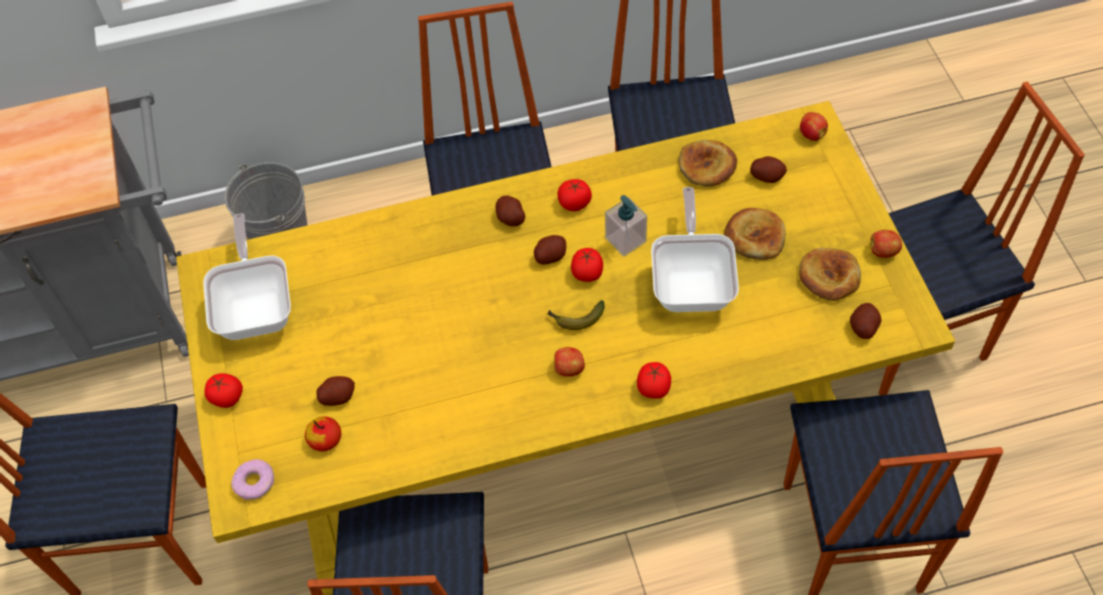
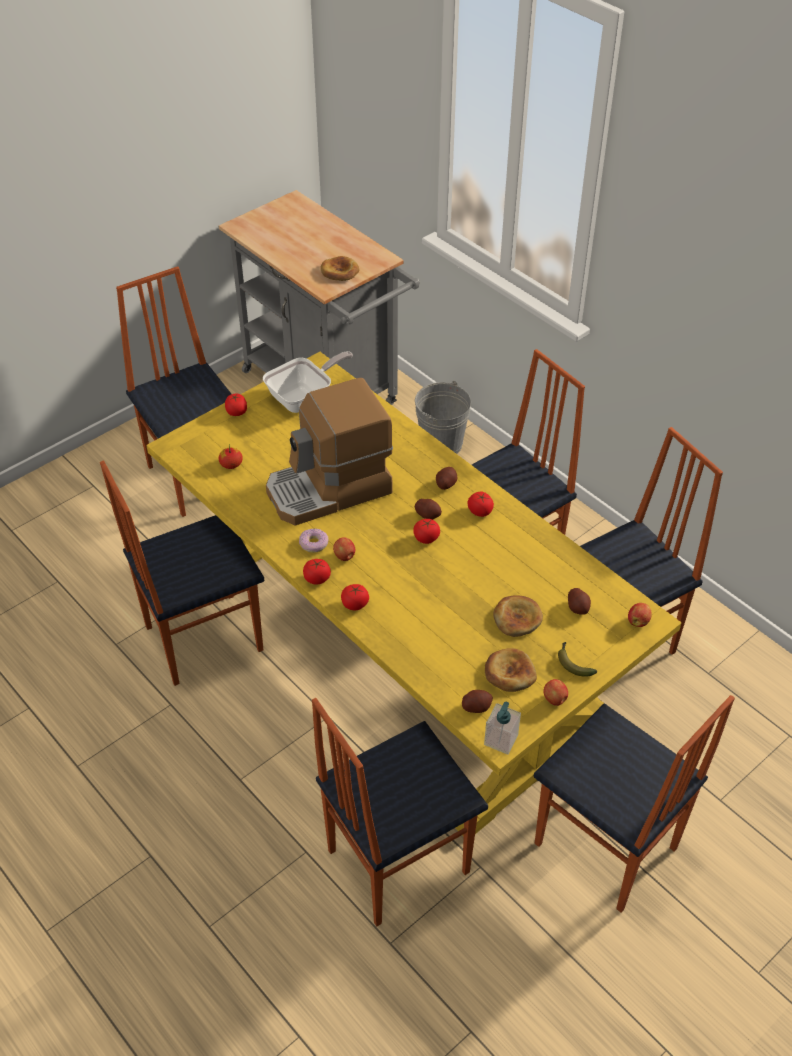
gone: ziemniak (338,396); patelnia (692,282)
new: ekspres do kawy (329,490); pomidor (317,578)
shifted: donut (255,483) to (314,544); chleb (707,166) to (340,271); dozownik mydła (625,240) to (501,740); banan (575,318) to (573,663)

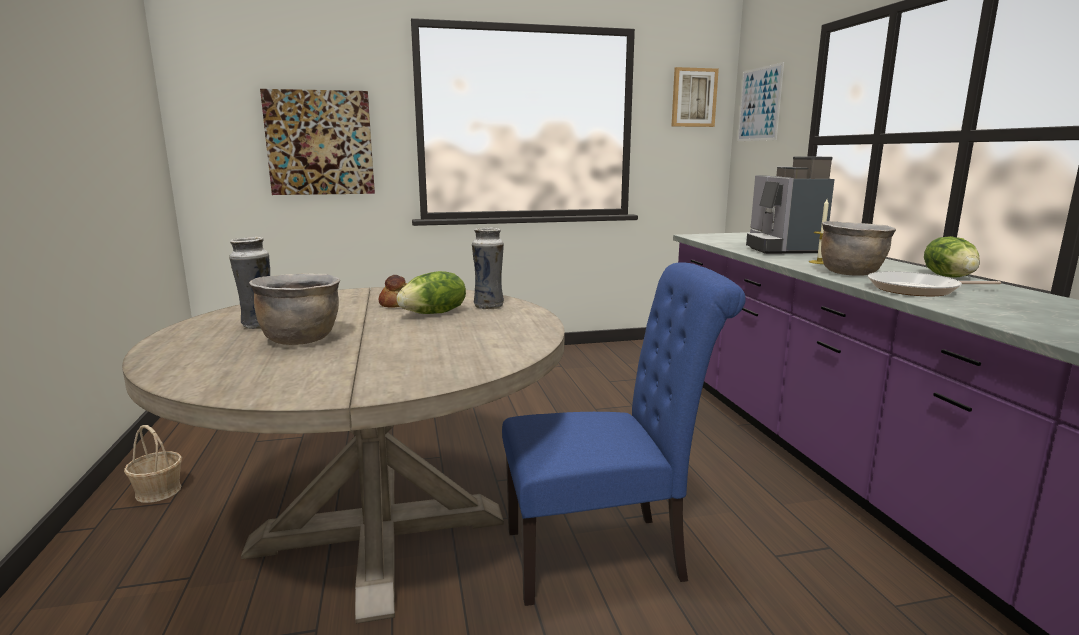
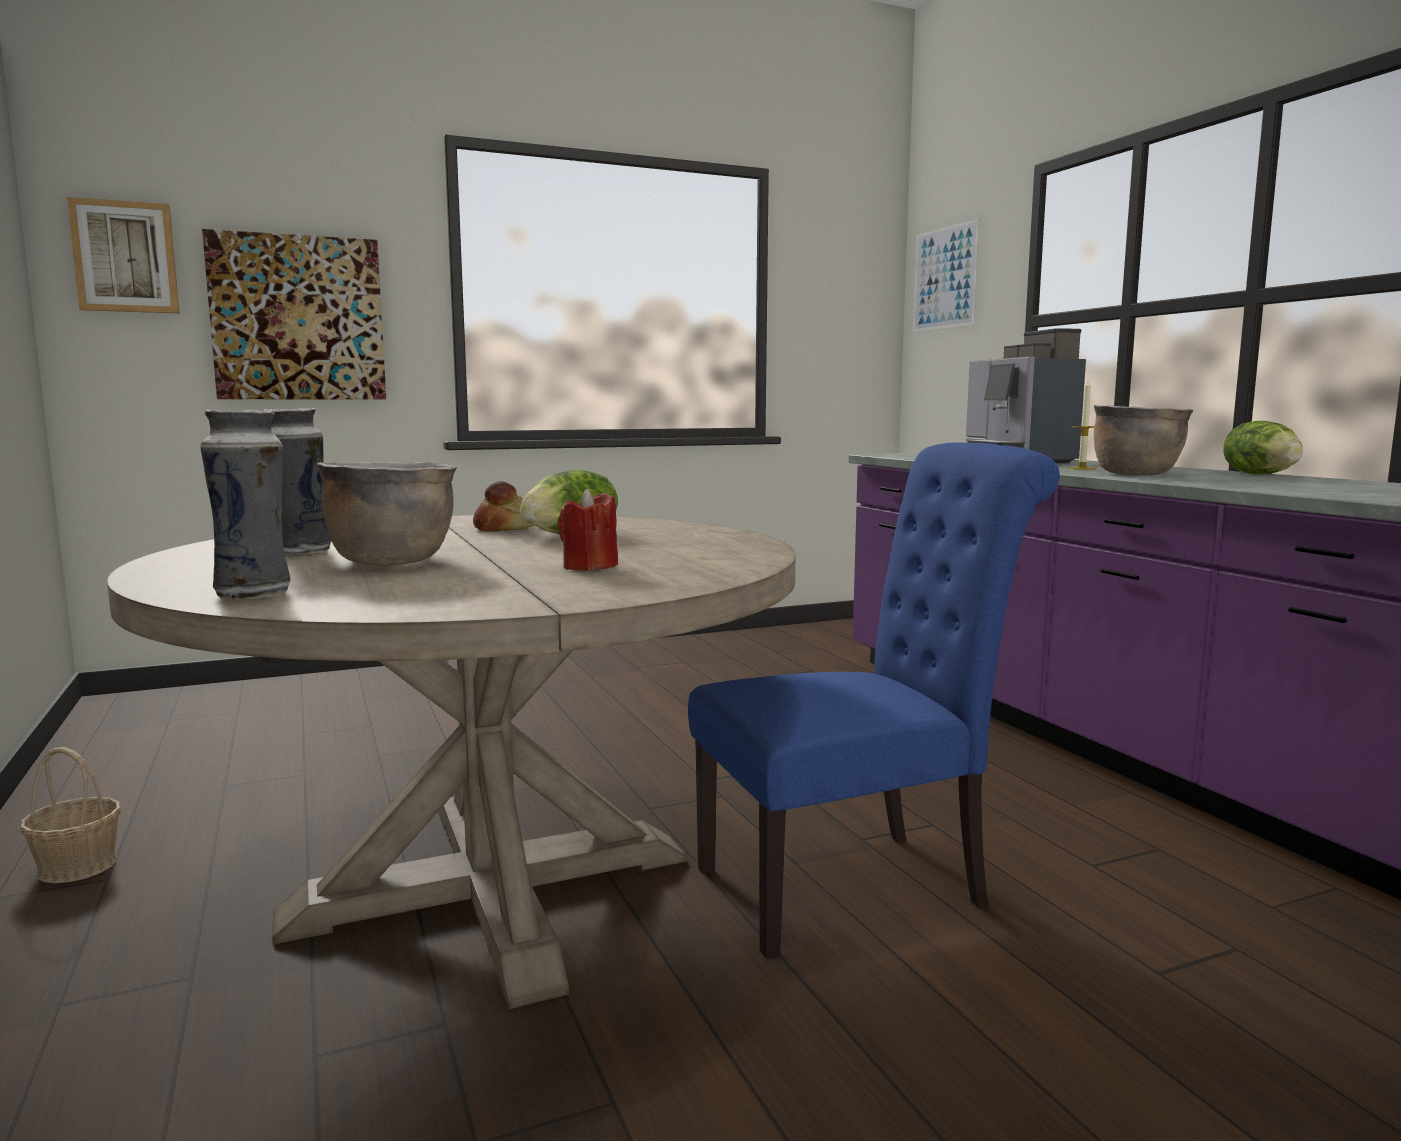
gone: patelnia (918,290)
new: świeca (czerwony) (589,567)
shifted: obraz (693,97) to (125,257); wazon (489,306) to (254,594)

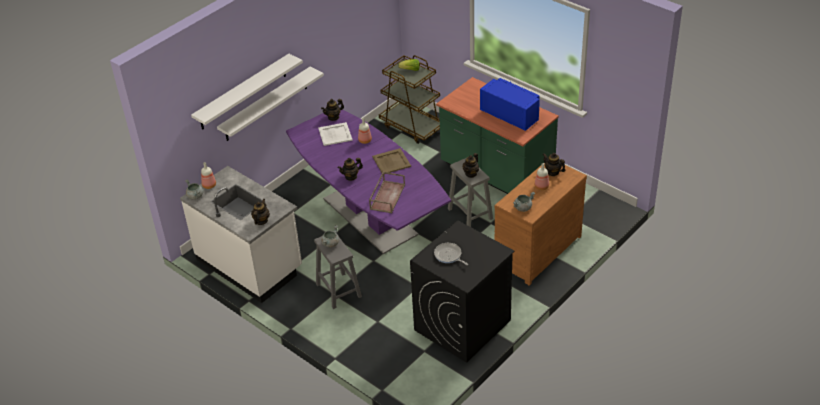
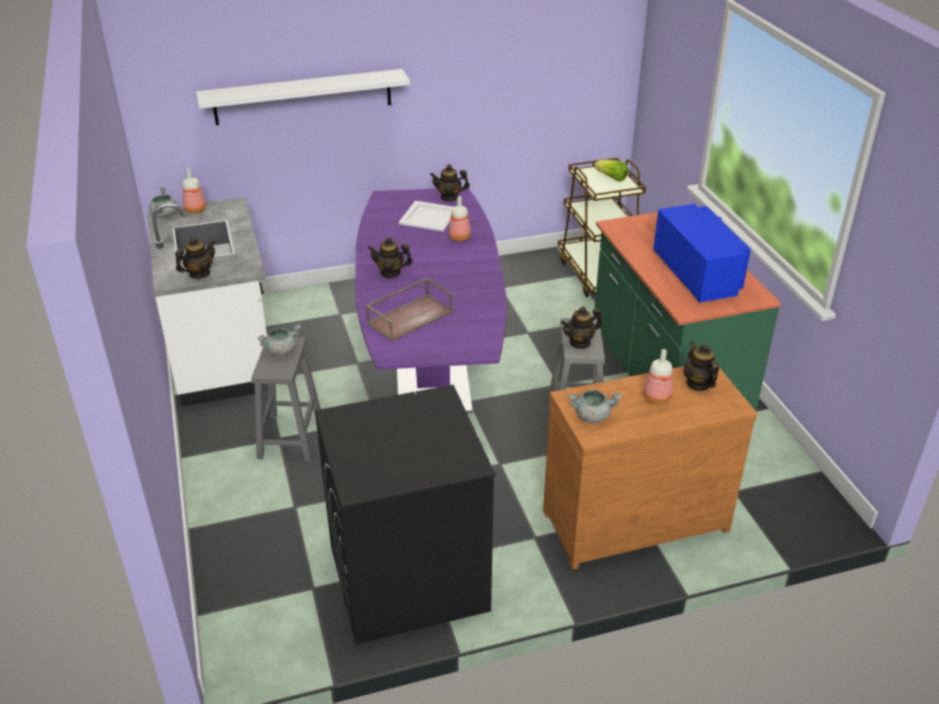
gone: półka (biały) (266,104); taca (beżowy) (391,162); patelnia (449,255)

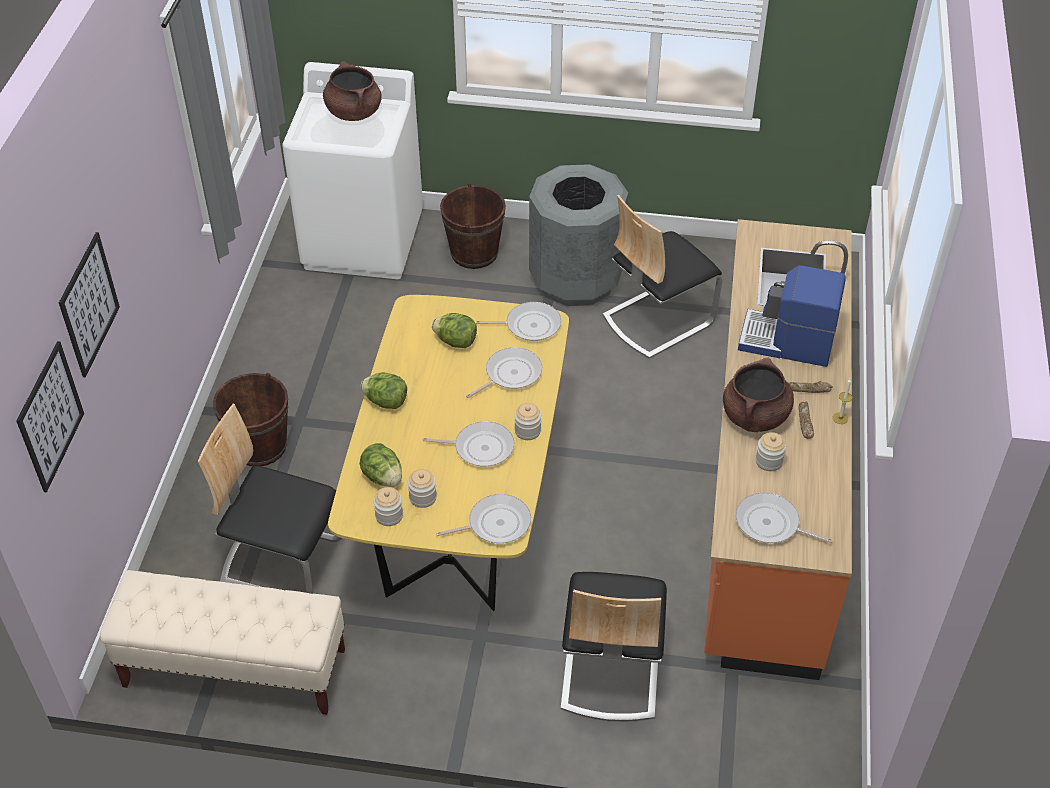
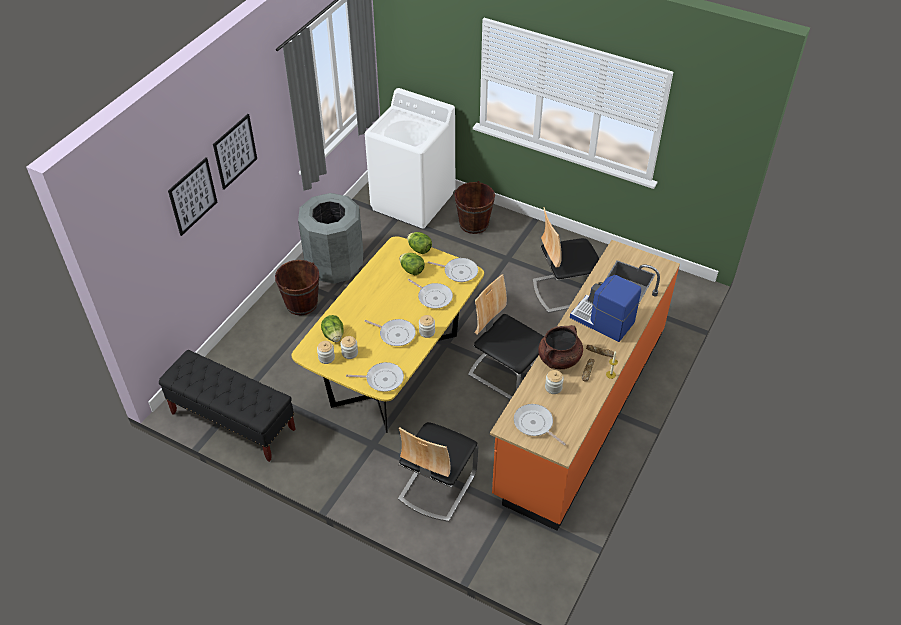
gone: garnek (brązowy) (353,112)
shifted: obraz (50,416) to (235,151); kosz na śmieci (szary) (576,279) to (335,265); sałata (386,402) to (419,249); krzesło (283,560) to (506,372)
repainted: ławka (beżowy) (234,668) to ławka (czarny) (233,421)
rotated: patelnia (510,374) = (433,297) 60 degrees clockwise

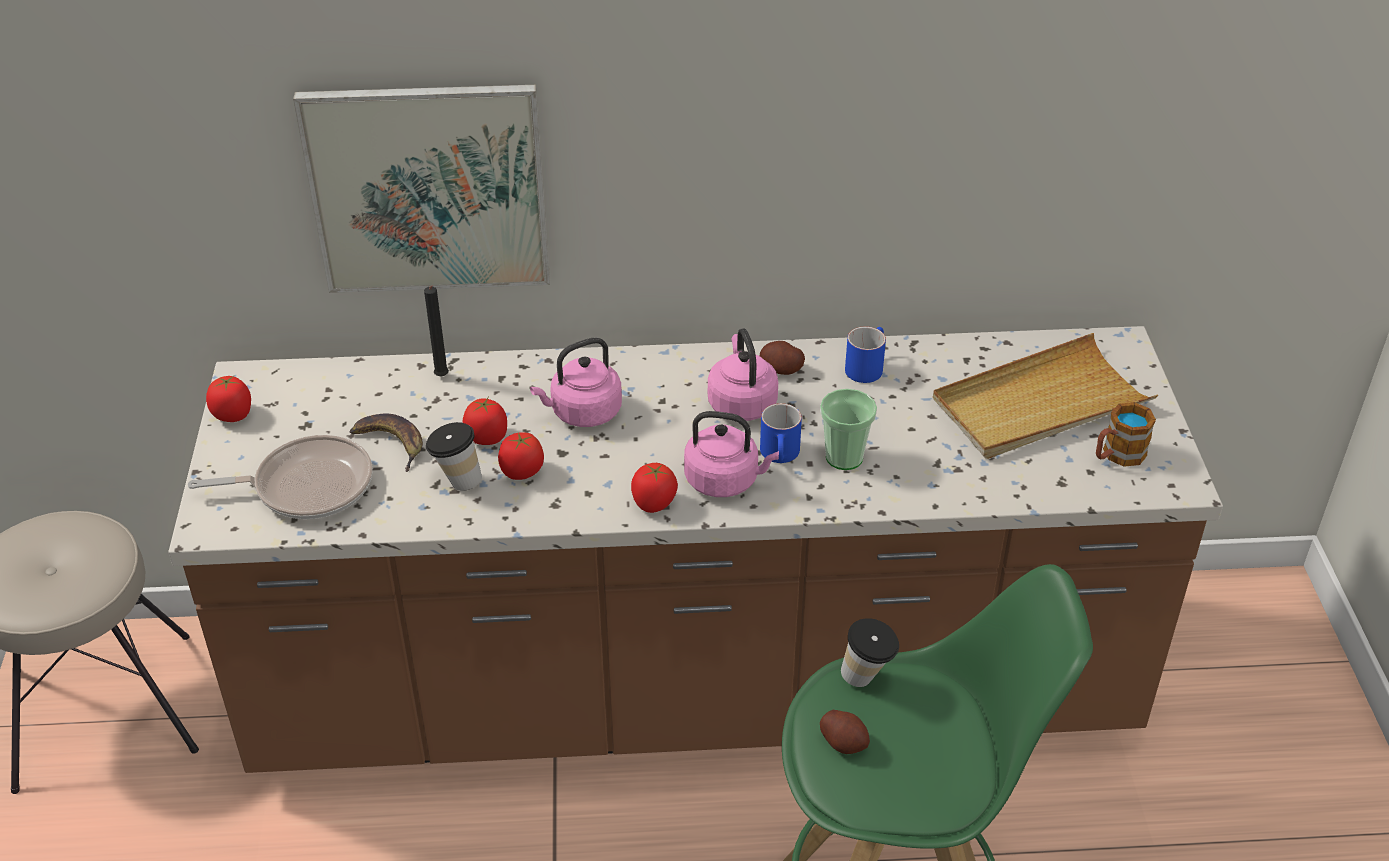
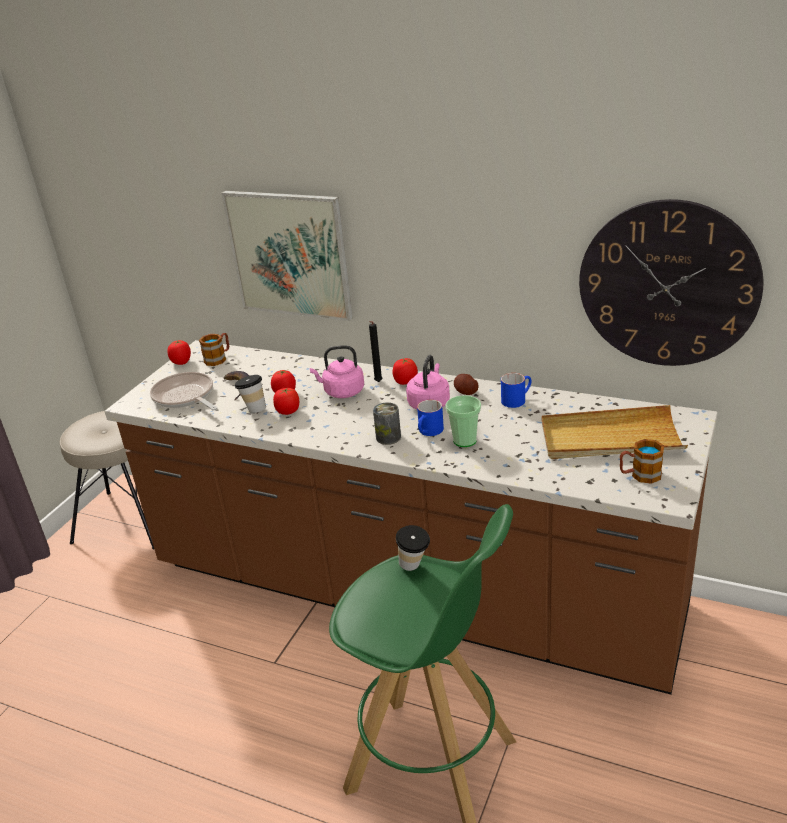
gone: ziemniak (844,742)
new: kubek (218,358); zegar ścienny (668,285)
shifted: świeca (czarny) (441,378) to (378,382); pomidor (654,504) to (405,382)
swapped: czajnik (różowy) (725,480) to puszka (388,437)
rotated: patelnia (307,486) = (185,397) 150 degrees counterclockwise

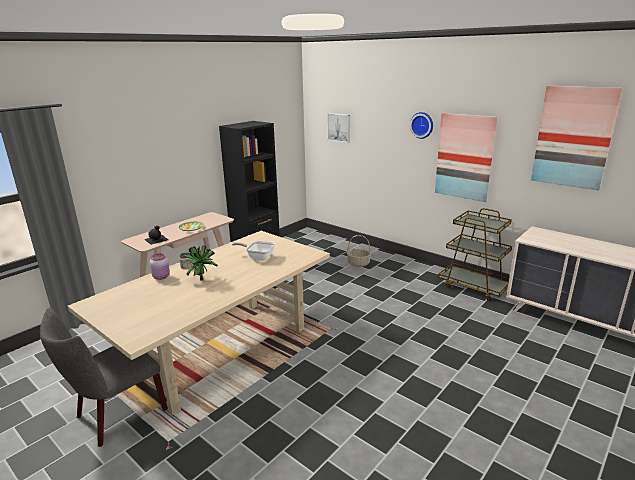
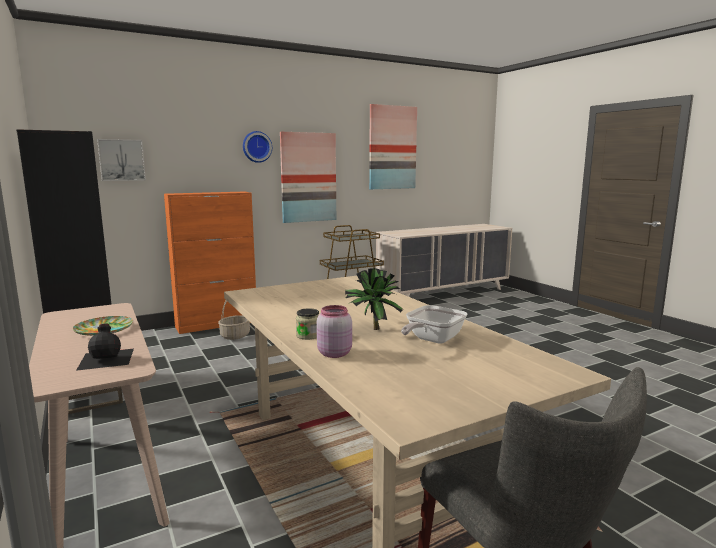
new: szafka (pomarańczowy) (217,324)
shifted: patelnia (258,257) to (432,340)

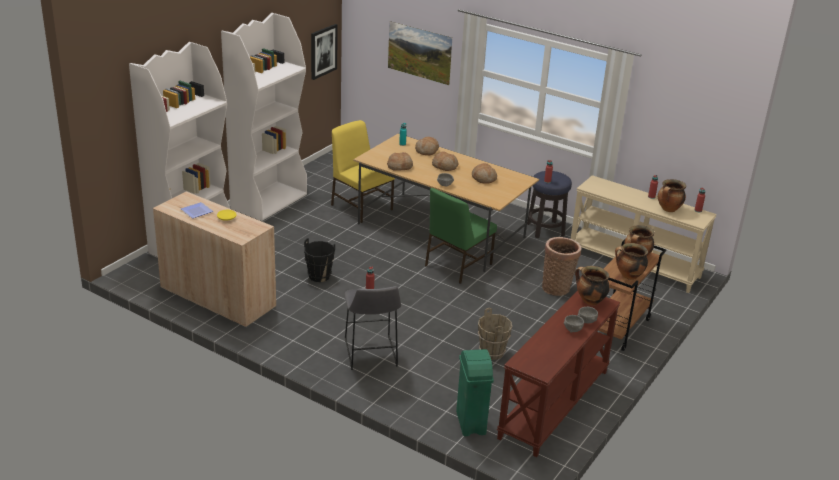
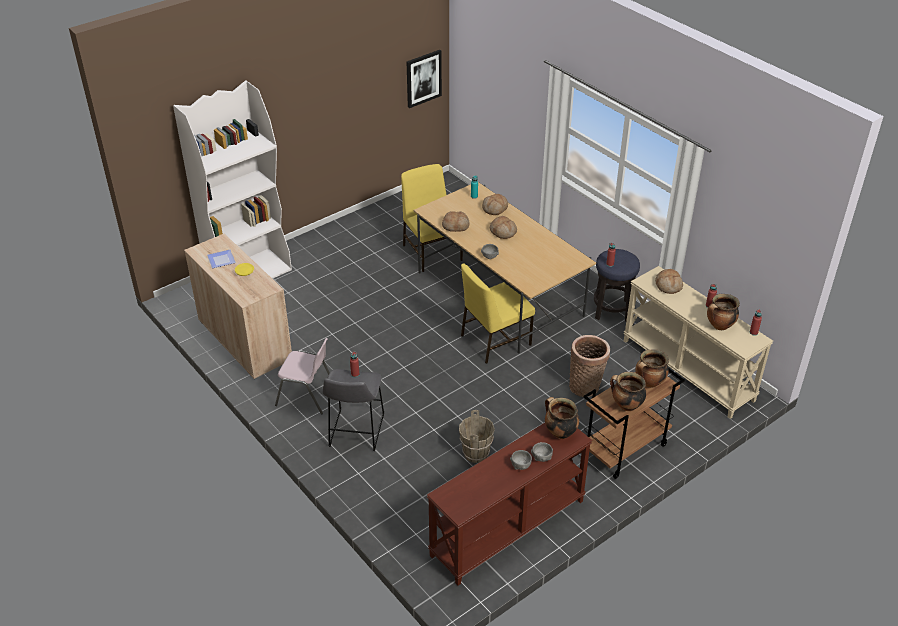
gone: regał (biały) (269,201); wiadro (czarny) (319,276); obraz (418,64); kosz na śmieci (zielony) (470,423)
new: krzesło (różowy) (307,396)
shifted: chleb (484,178) to (668,285)
repainted: krzesło (zielony) (457,265) to krzesło (żółty) (494,340)

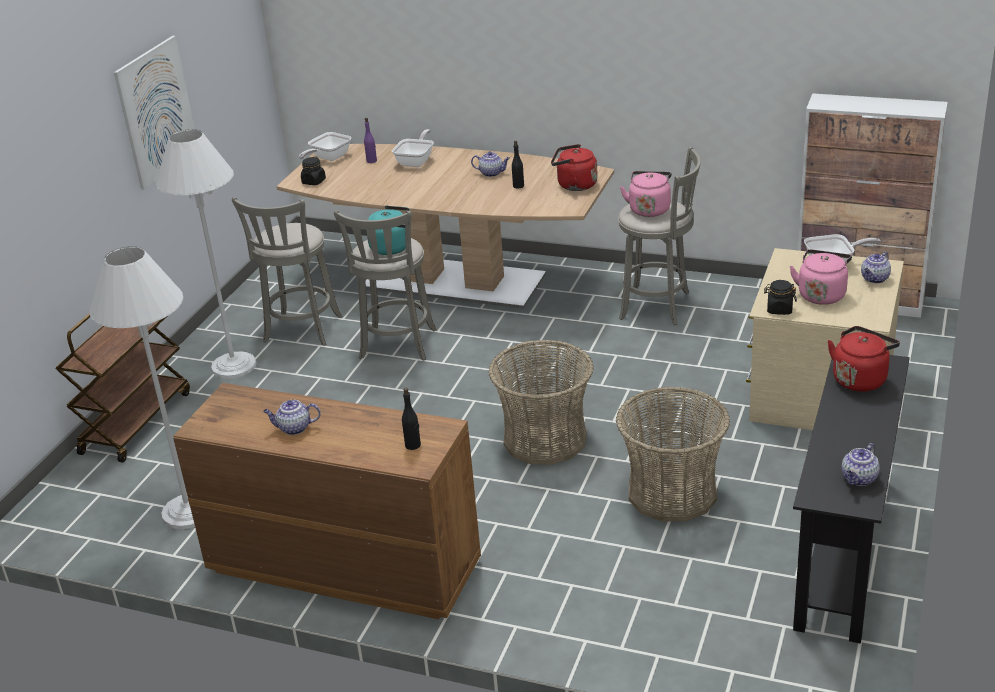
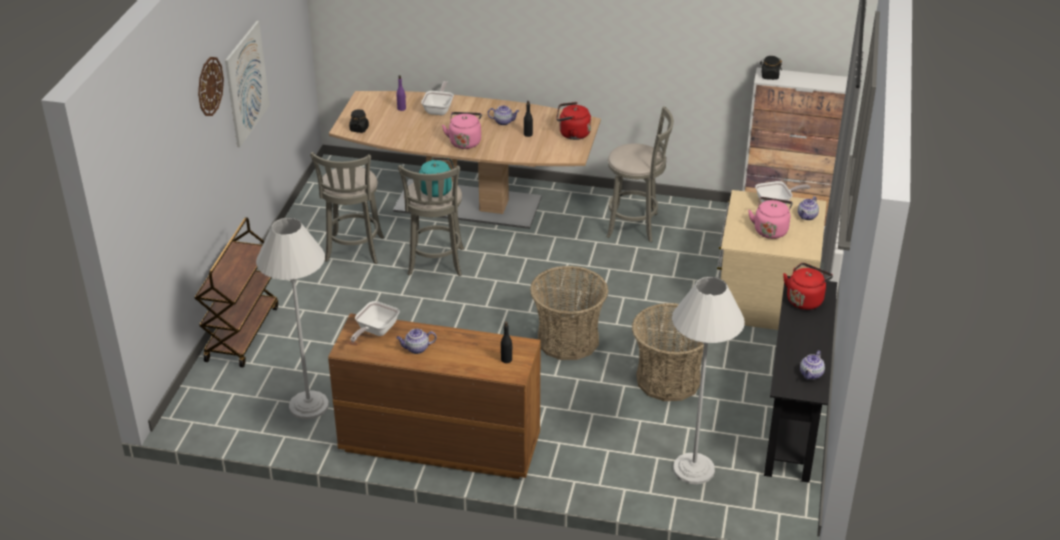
new: zegar ścienny (209,86)
shifted: patelnia (328,158) to (375,331); czajnik (różowy) (649,209) to (465,141); lampa stojąca (biały) (234,366) to (693,469); słoik (czarny) (779,309) to (769,76)

